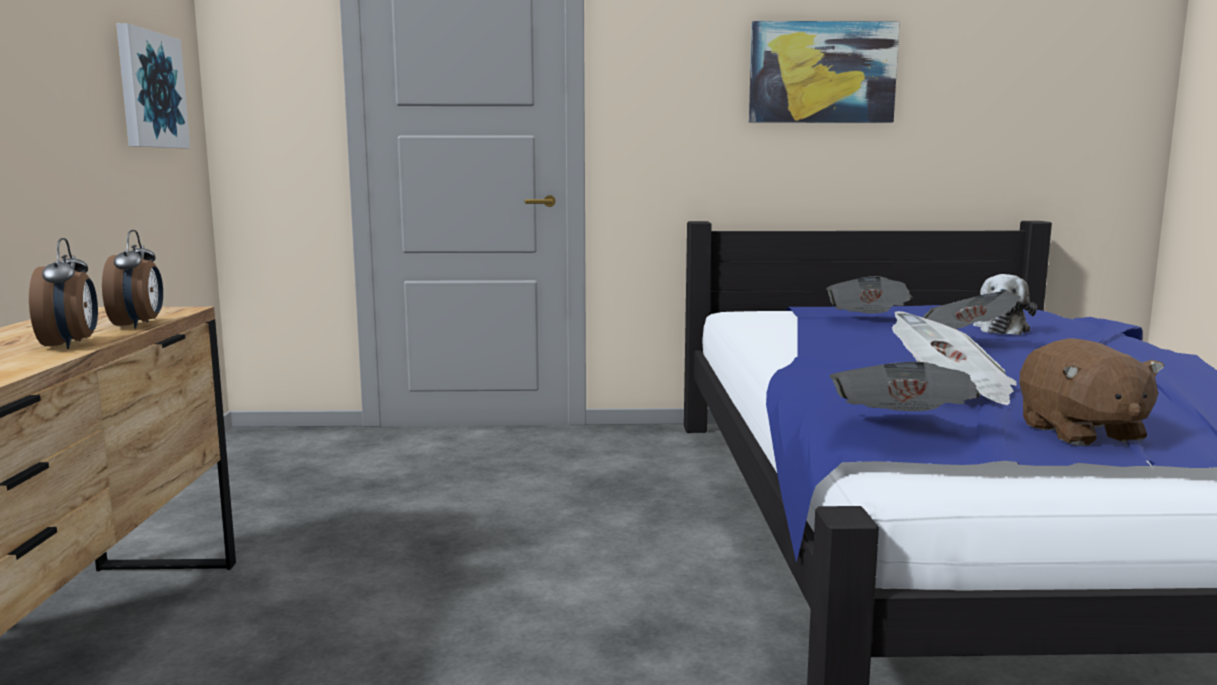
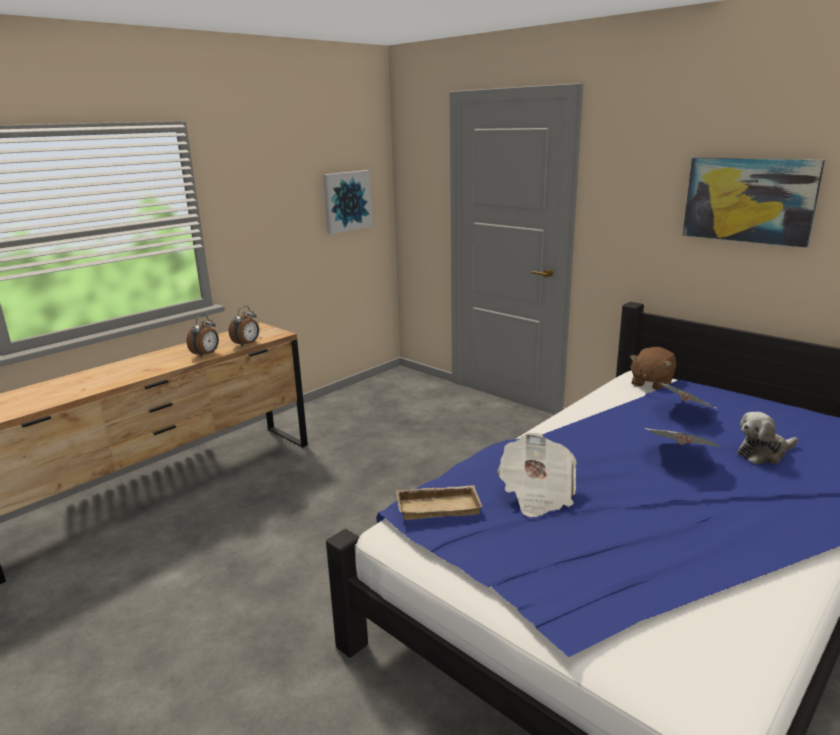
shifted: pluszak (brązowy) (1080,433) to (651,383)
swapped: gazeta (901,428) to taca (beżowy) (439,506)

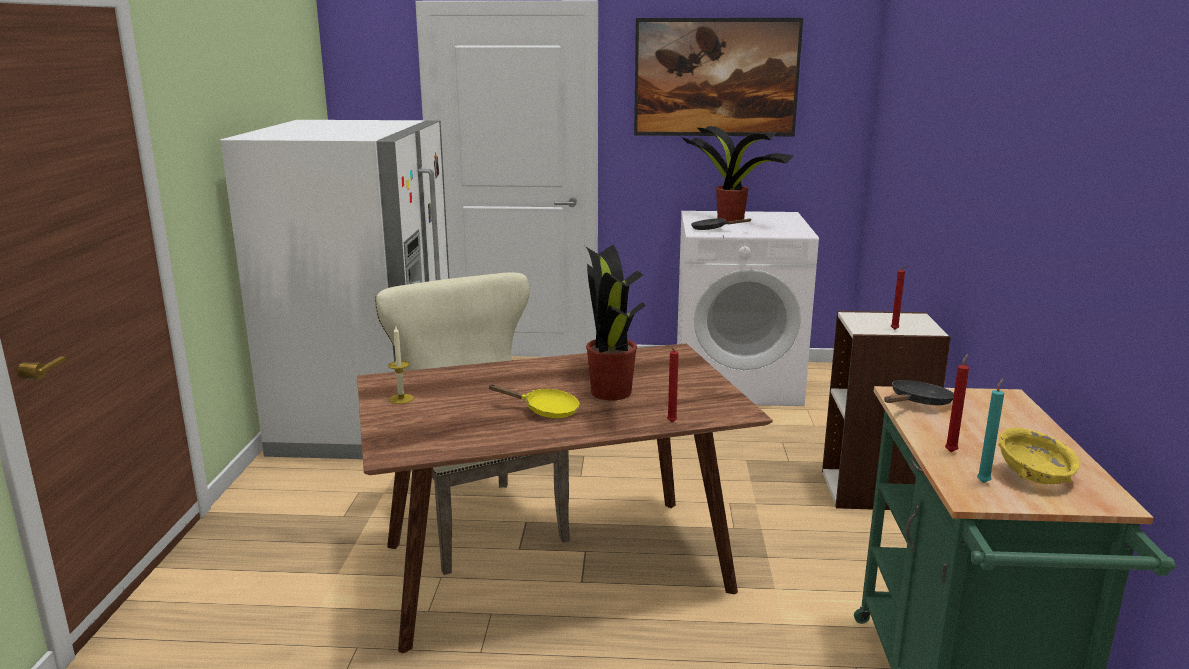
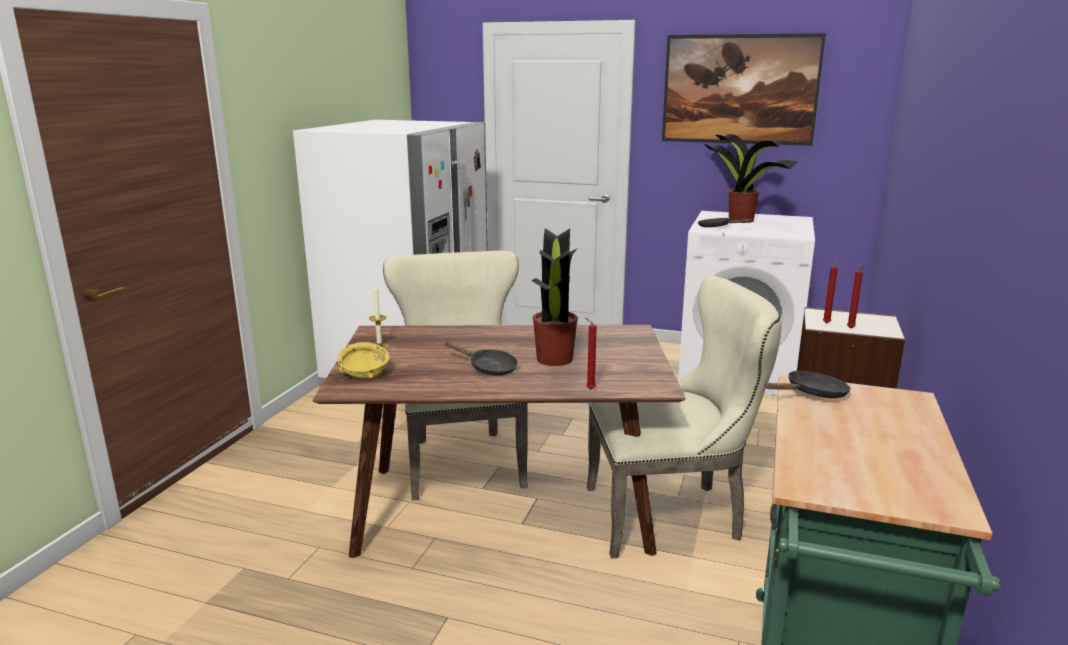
gone: świeca (turkusowy) (984,482)
new: krzesło (beżowy) (672,514)
shifted: miska (żółty) (1033,476) to (364,374); świeca (czerwony) (951,451) to (827,323)
repainted: patelnia (żółty) (545,410) to patelnia (czarny) (488,368)

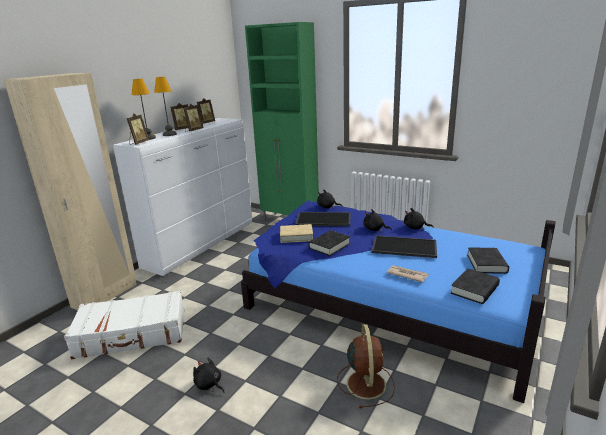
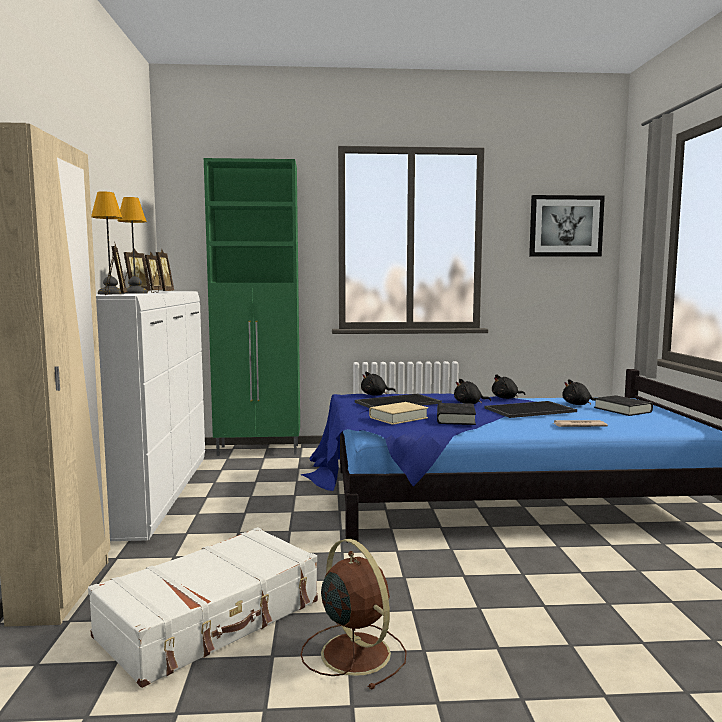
gone: książka (czarny) (474,290)
new: obraz (565,226)
shifted: wentylator (brązowy) (366,383) to (353,652); pluszak (czarny) (209,384) to (578,404)

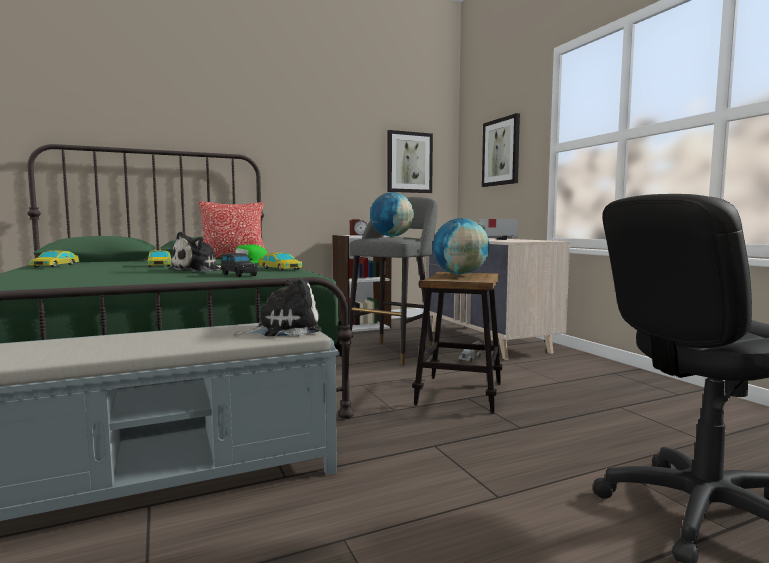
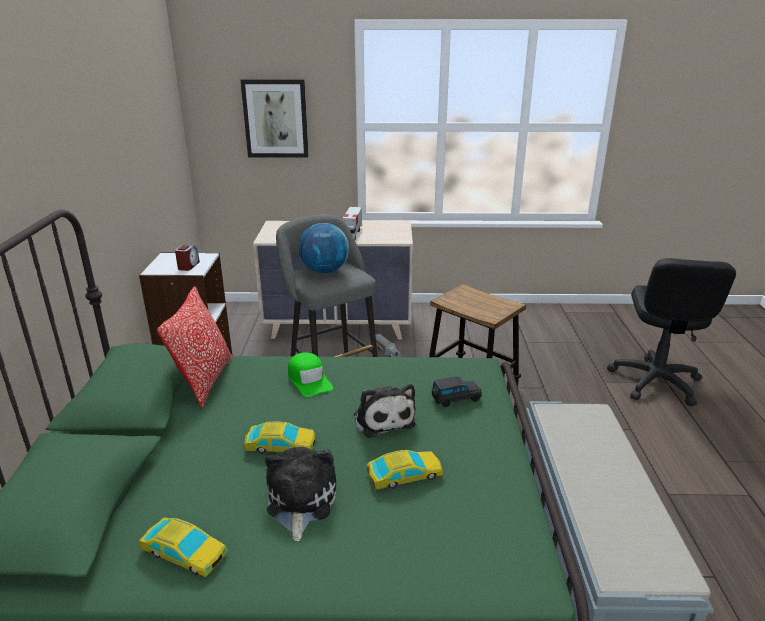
gone: obraz (409,162); globus (460,274)
shifted: pluszak (284,330) to (300,502); samochodzik (280,269) to (404,475)

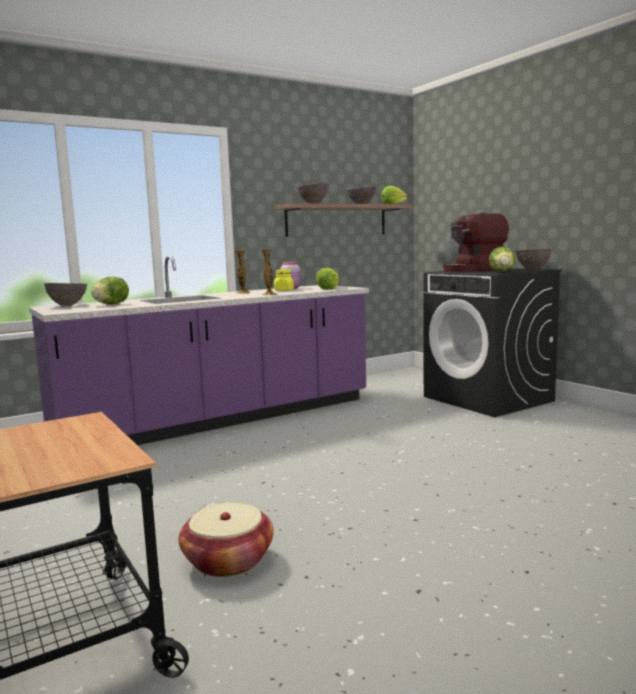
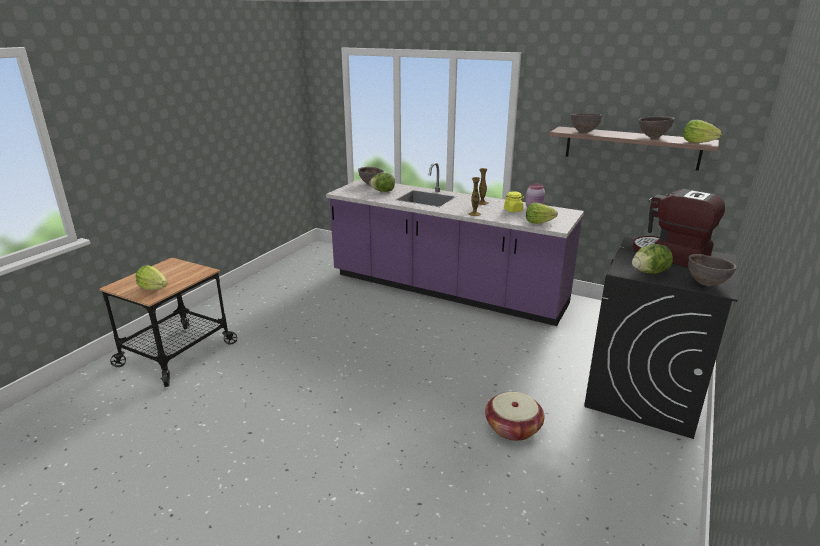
new: sałata (154,288)
shifted: koszyk (228,560) to (513,428)

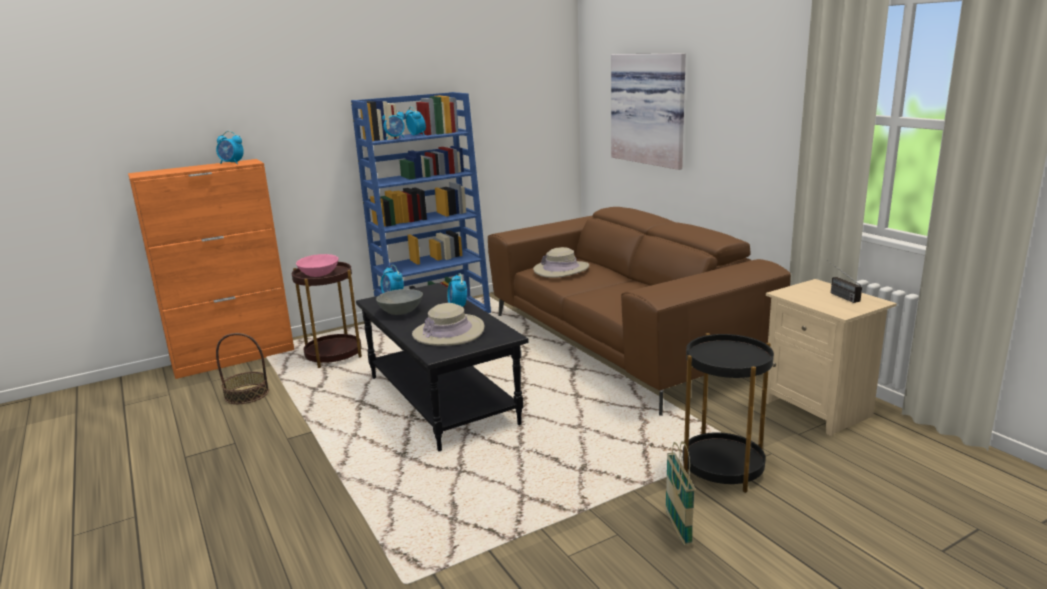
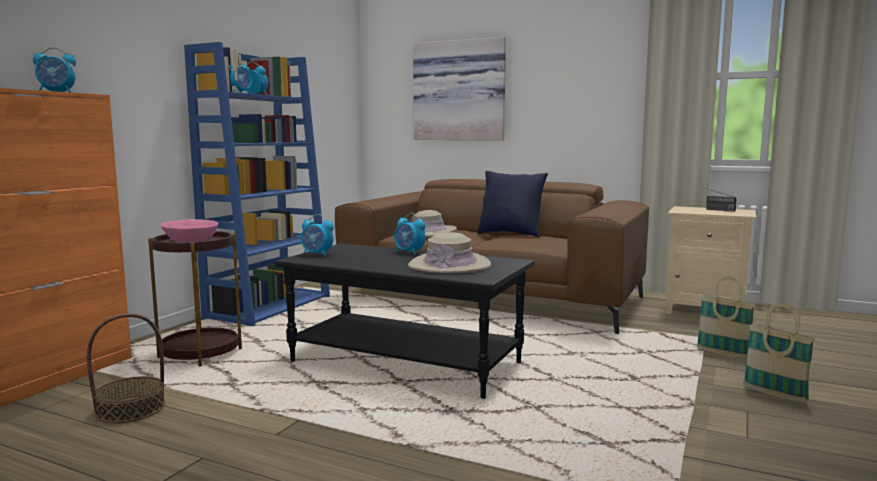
gone: miska (szary) (401,311)
new: poduszka (niebieski) (510,234)
swapped: stolik (czarny) (722,468) to koszyk (723,353)

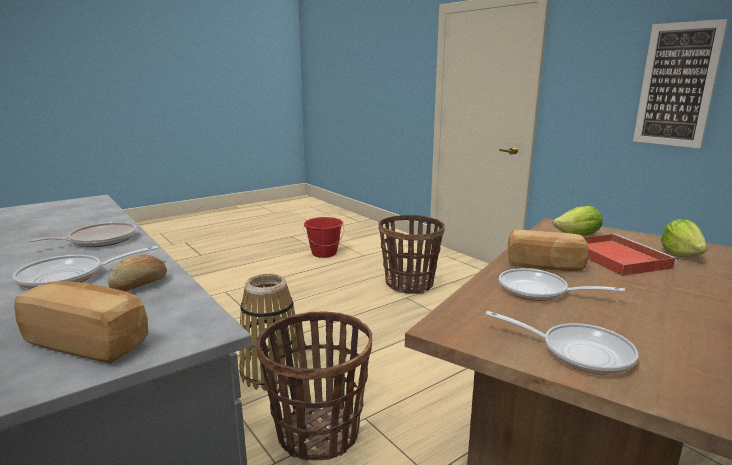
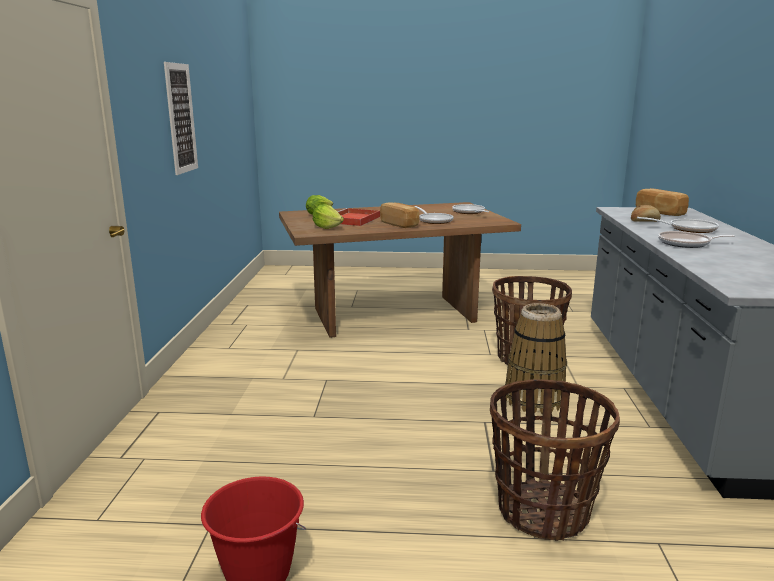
shifted: koszyk (409,284) to (543,510)

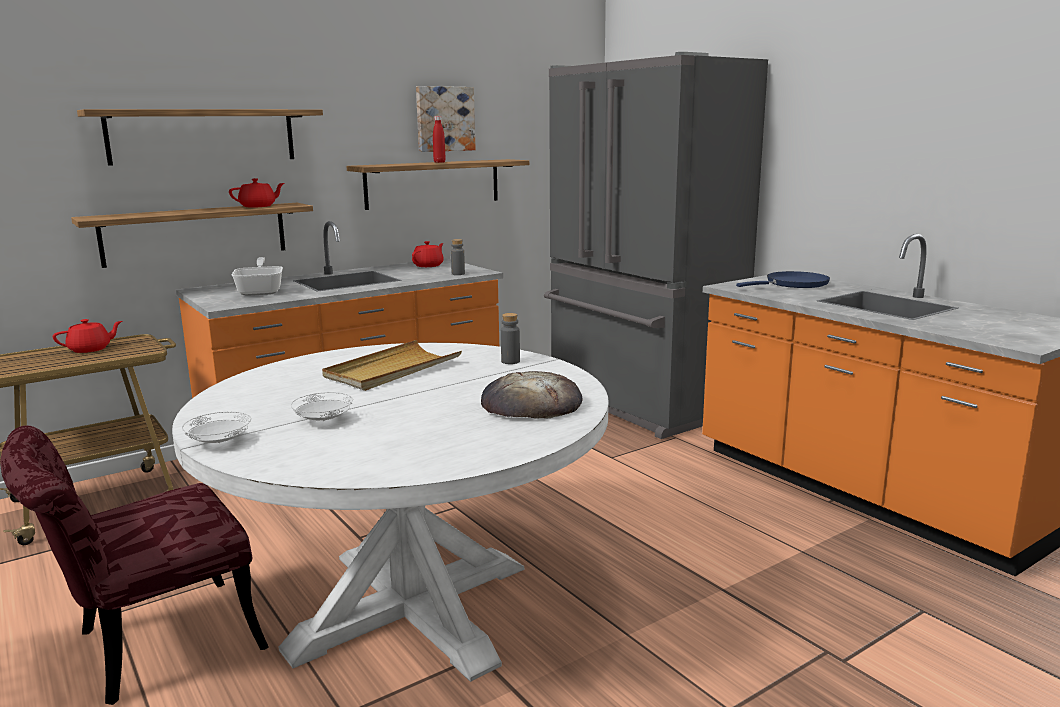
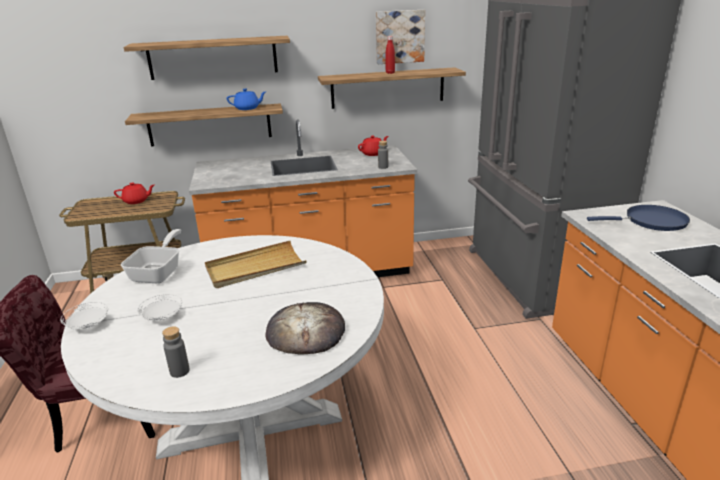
shifted: patelnia (261,291) to (159,272); butelka (szary) (510,361) to (179,371)
repainted: imbryk (czerwony) (258,206) to imbryk (niebieski) (247,108)

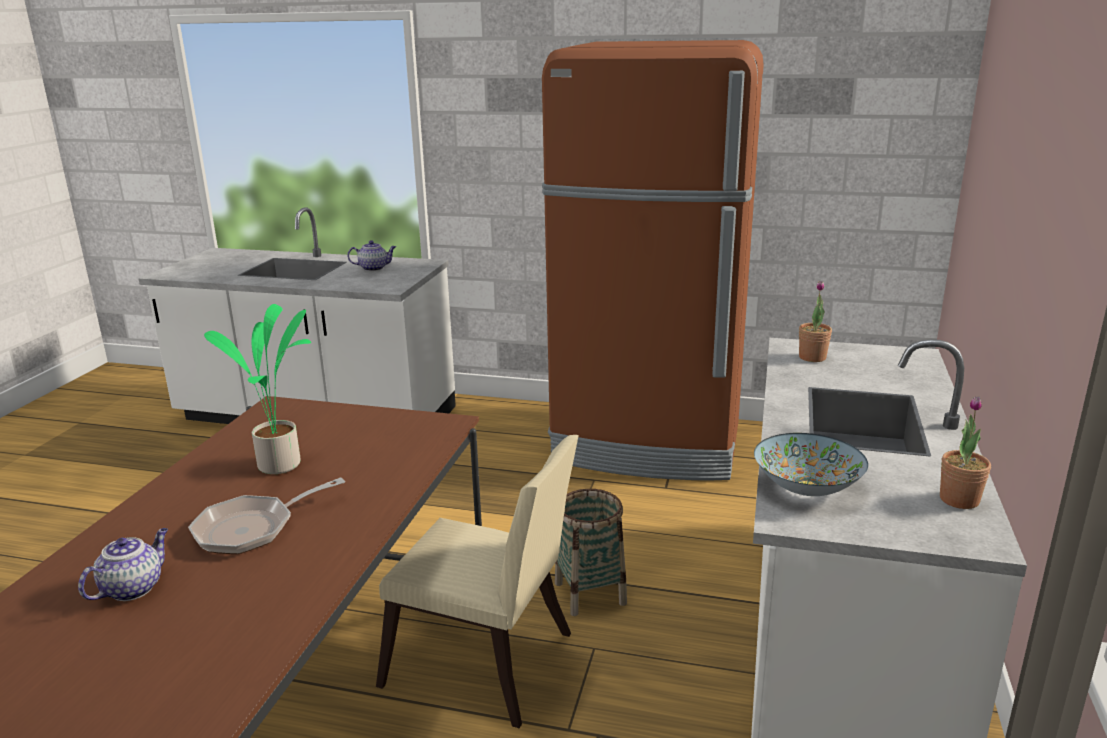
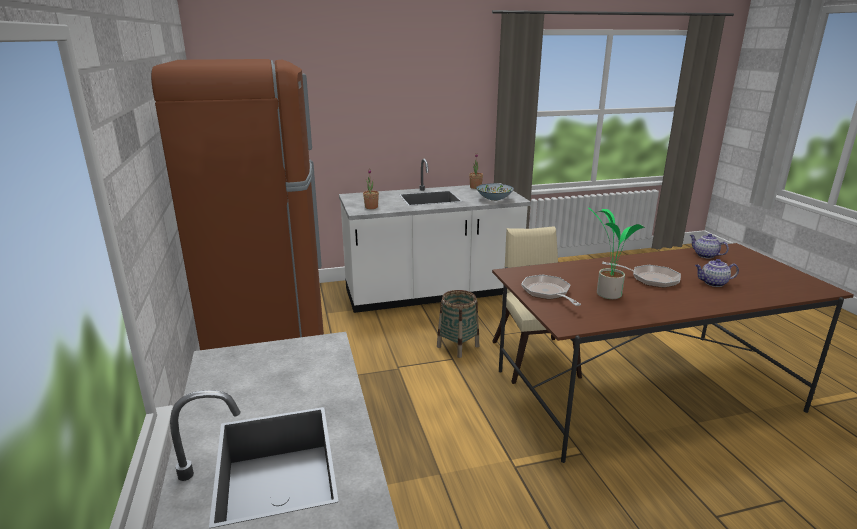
new: patelnia (548,293)
shifted: imbryk (374,268) to (705,255)

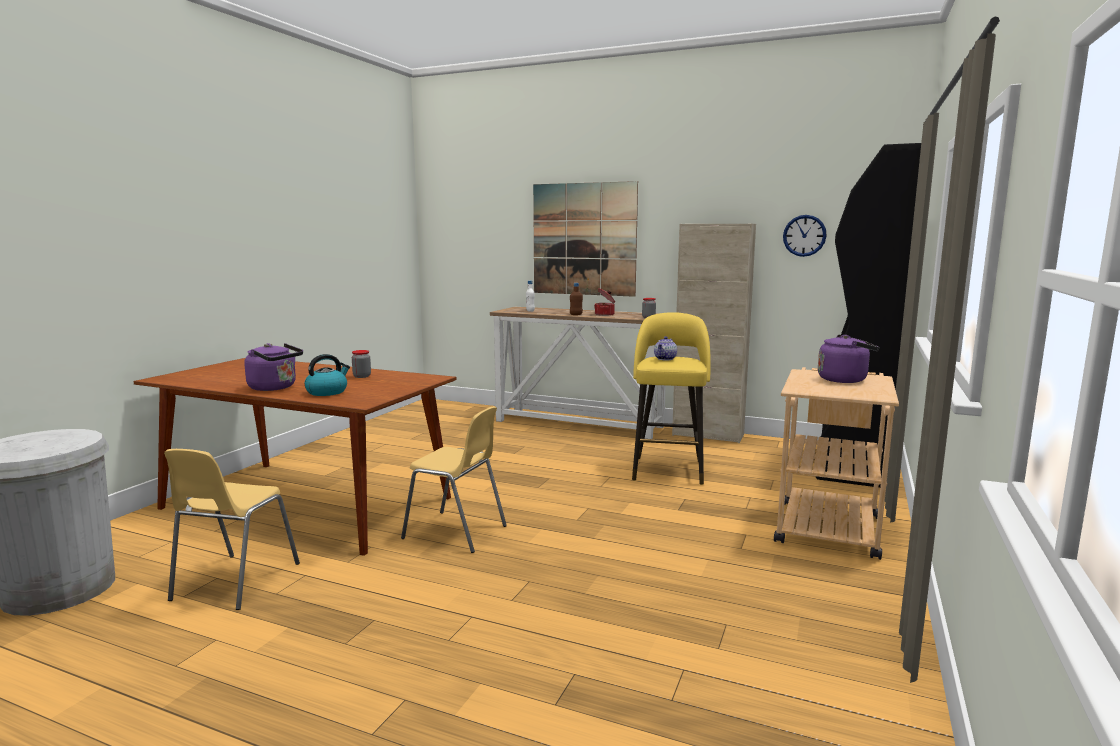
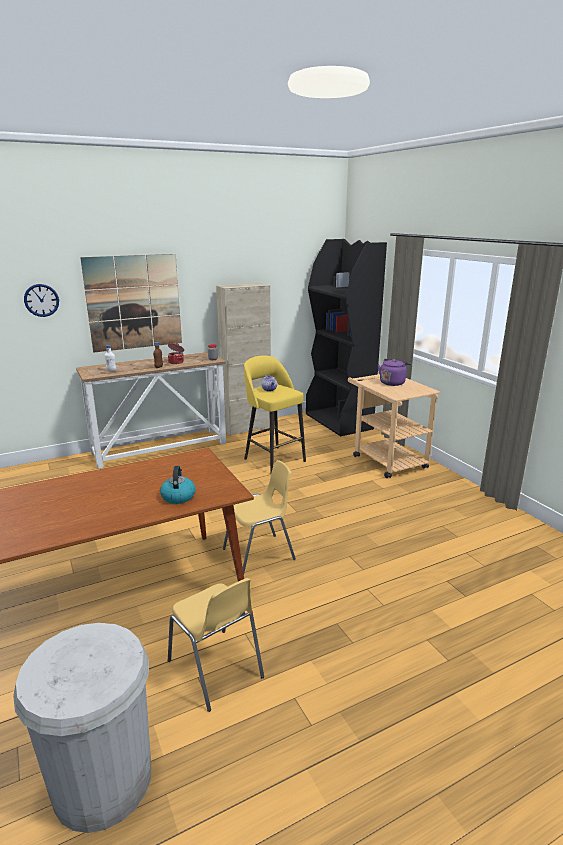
gone: czajnik (fioletowy) (275,388); słoik (362,376)
shifted: zegar ścienny (804,235) to (41,300)

